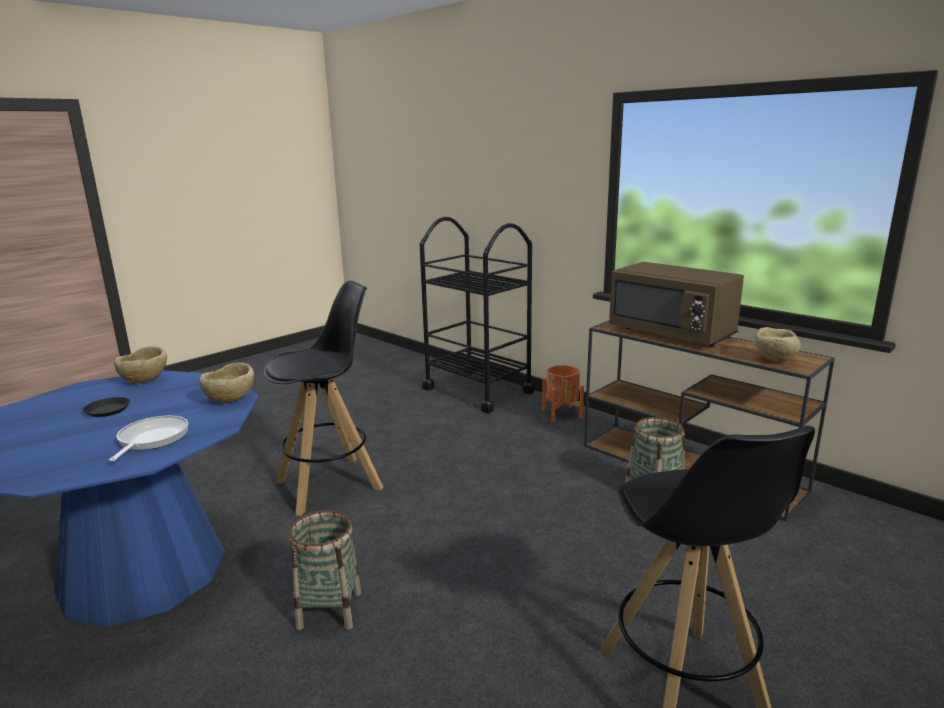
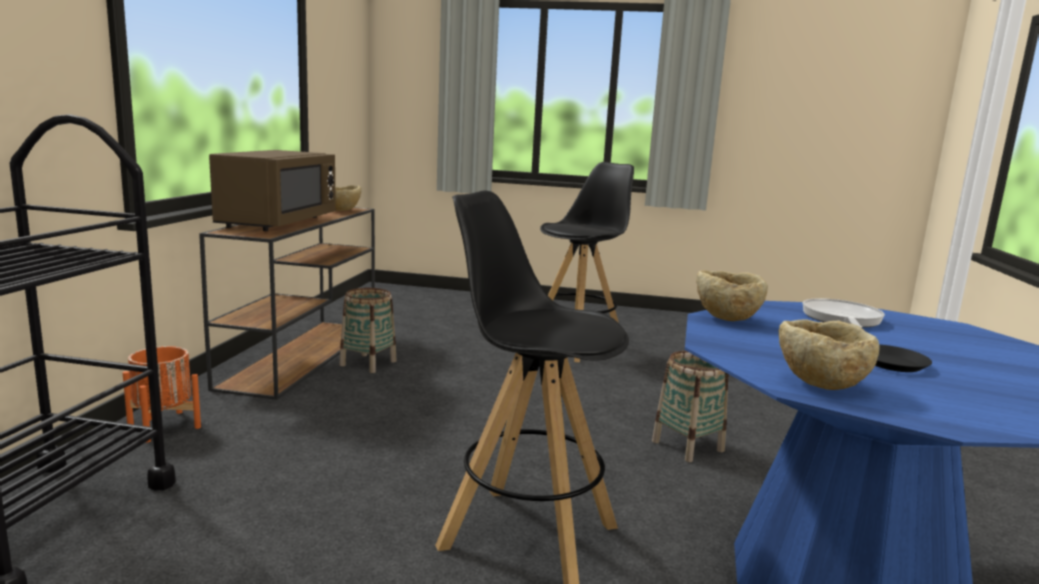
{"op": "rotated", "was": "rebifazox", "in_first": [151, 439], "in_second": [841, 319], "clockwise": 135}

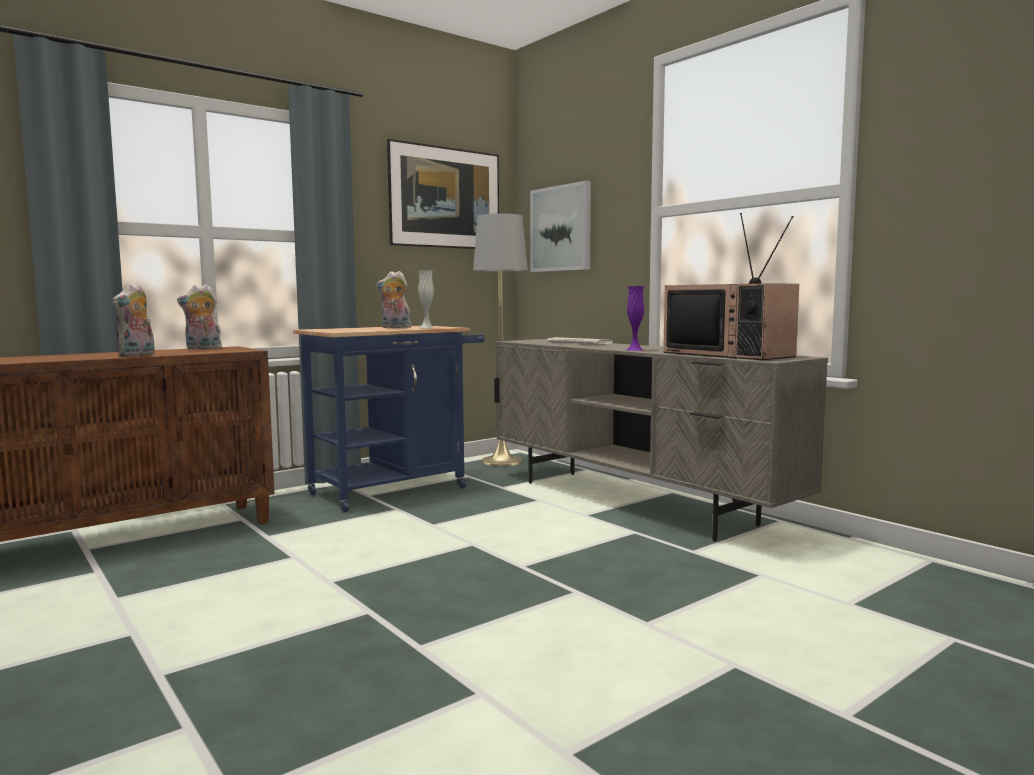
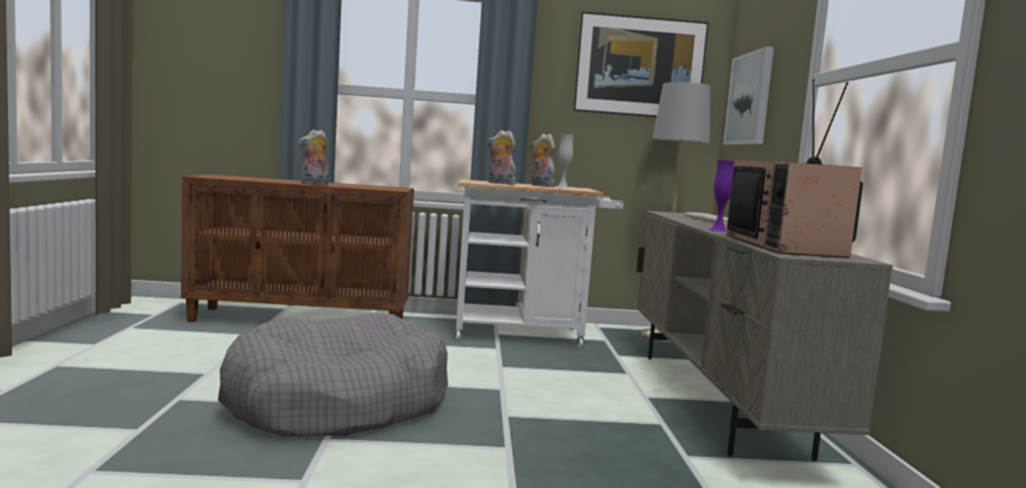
{"op": "new", "now": "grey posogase", "in_second": [337, 403]}
{"op": "repainted", "was": "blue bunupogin", "now": "white bunupogin", "in_first": [396, 489], "in_second": [527, 335]}
{"op": "shifted", "was": "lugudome", "in_first": [202, 348], "in_second": [500, 183]}

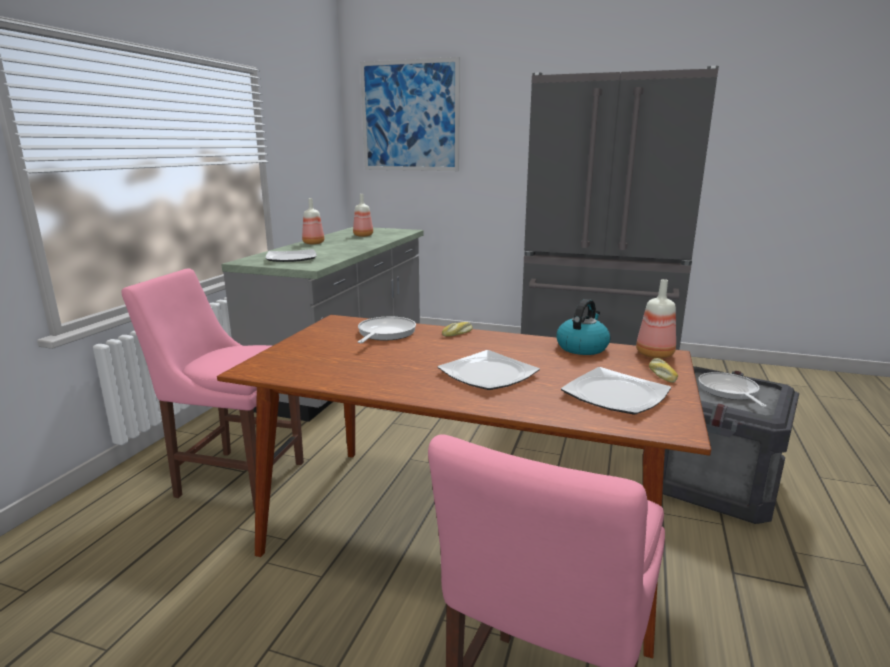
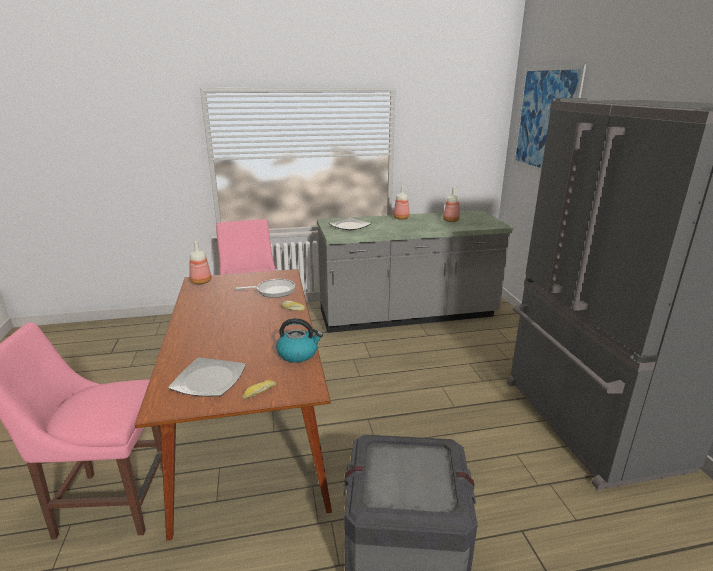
{"op": "shifted", "was": "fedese", "in_first": [655, 355], "in_second": [200, 282]}
{"op": "gone", "was": "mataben", "in_first": [488, 374]}
{"op": "gone", "was": "rebifazox", "in_first": [729, 391]}

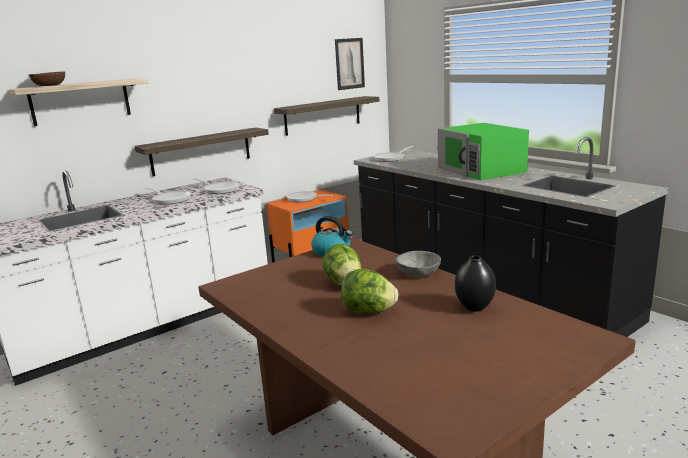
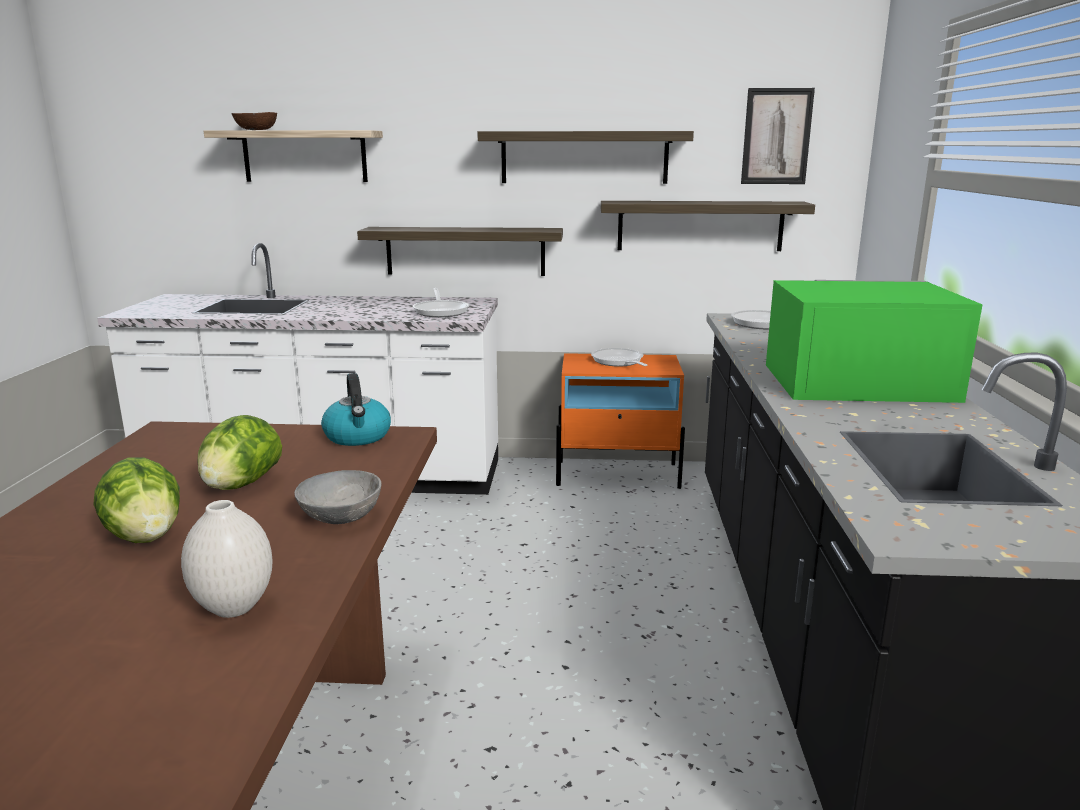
{"op": "repainted", "was": "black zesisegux", "now": "white zesisegux", "in_first": [474, 307], "in_second": [233, 607]}
{"op": "new", "now": "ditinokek", "in_second": [584, 157]}
{"op": "rotated", "was": "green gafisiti", "in_first": [481, 170], "in_second": [855, 382], "clockwise": 75}
{"op": "gone", "was": "rebifazox", "in_first": [170, 199]}

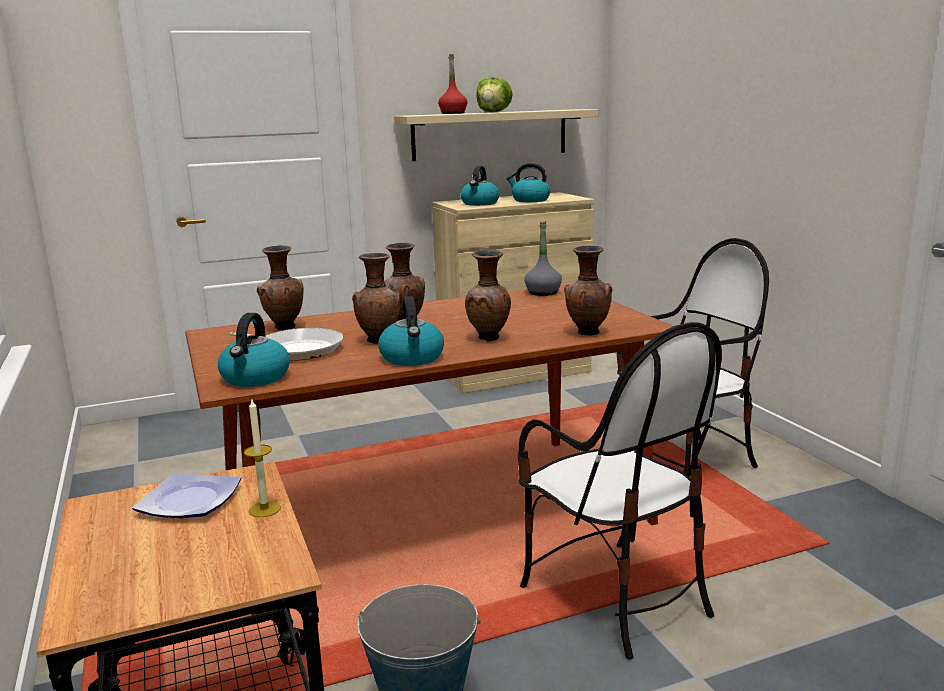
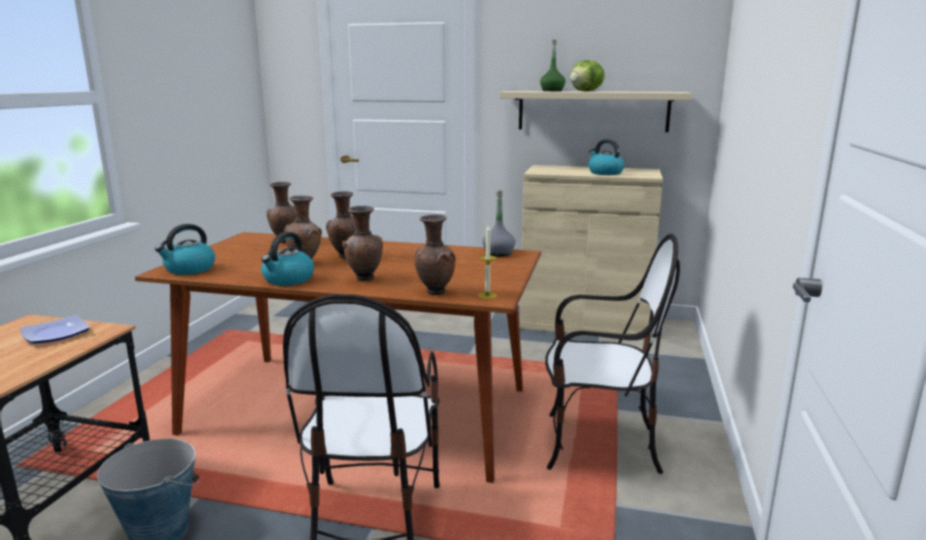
{"op": "shifted", "was": "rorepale", "in_first": [264, 509], "in_second": [487, 296]}
{"op": "repainted", "was": "red fedese", "now": "green fedese", "in_first": [453, 113], "in_second": [552, 91]}
{"op": "gone", "was": "rebifazox", "in_first": [296, 349]}
{"op": "gone", "was": "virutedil", "in_first": [480, 203]}

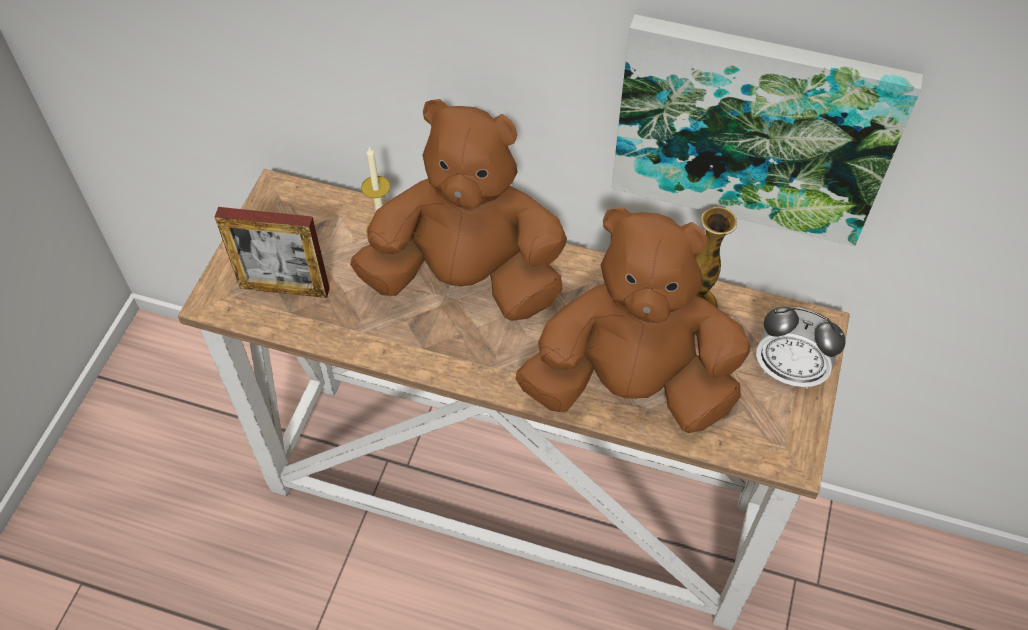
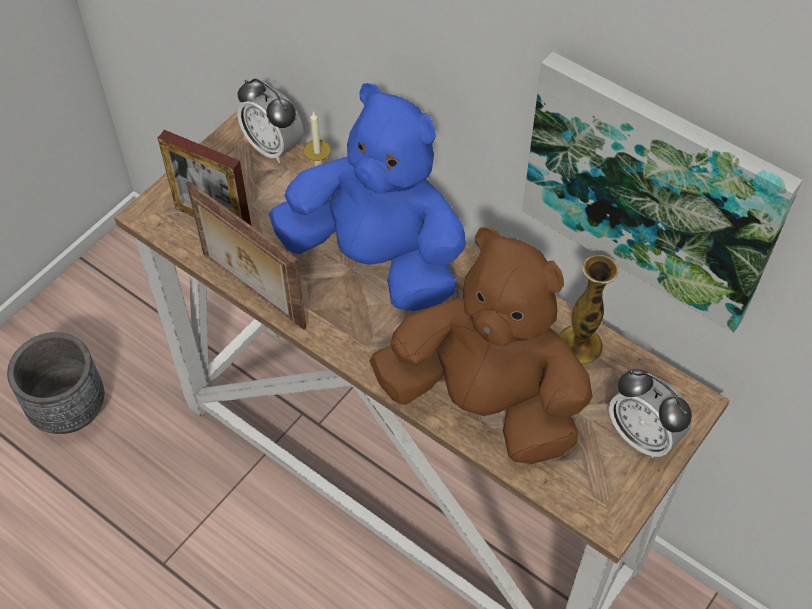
{"op": "new", "now": "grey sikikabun", "in_second": [69, 409]}
{"op": "new", "now": "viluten", "in_second": [251, 292]}
{"op": "new", "now": "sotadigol", "in_second": [273, 147]}
{"op": "repainted", "was": "brown lugudome", "now": "blue lugudome", "in_first": [467, 279], "in_second": [377, 259]}

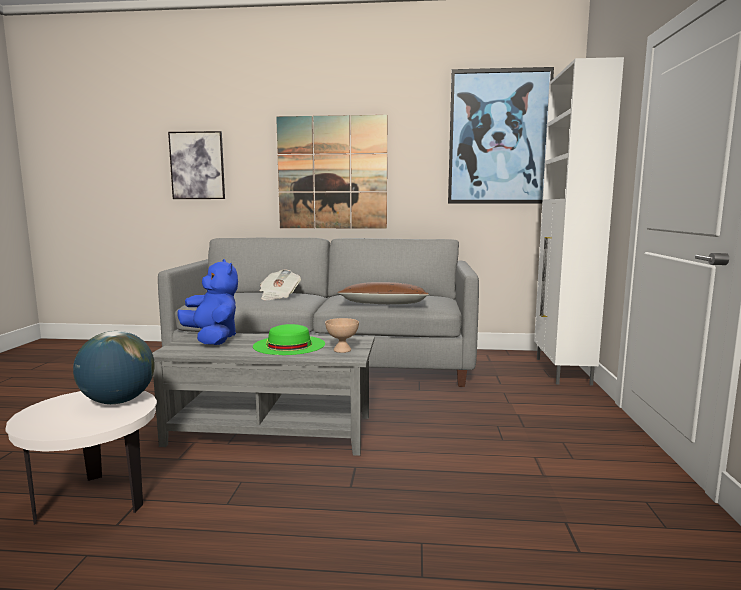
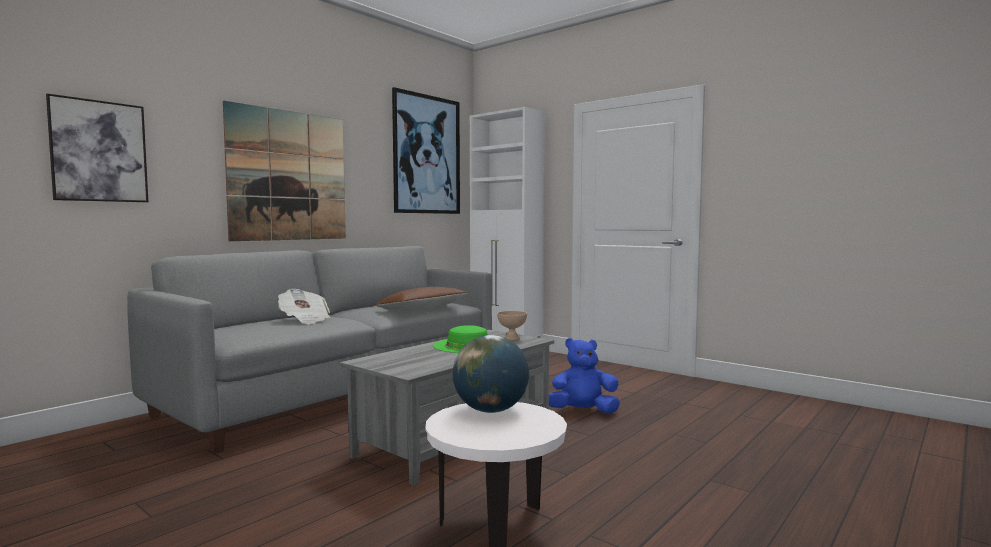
{"op": "shifted", "was": "blue lugudome", "in_first": [212, 339], "in_second": [583, 411]}

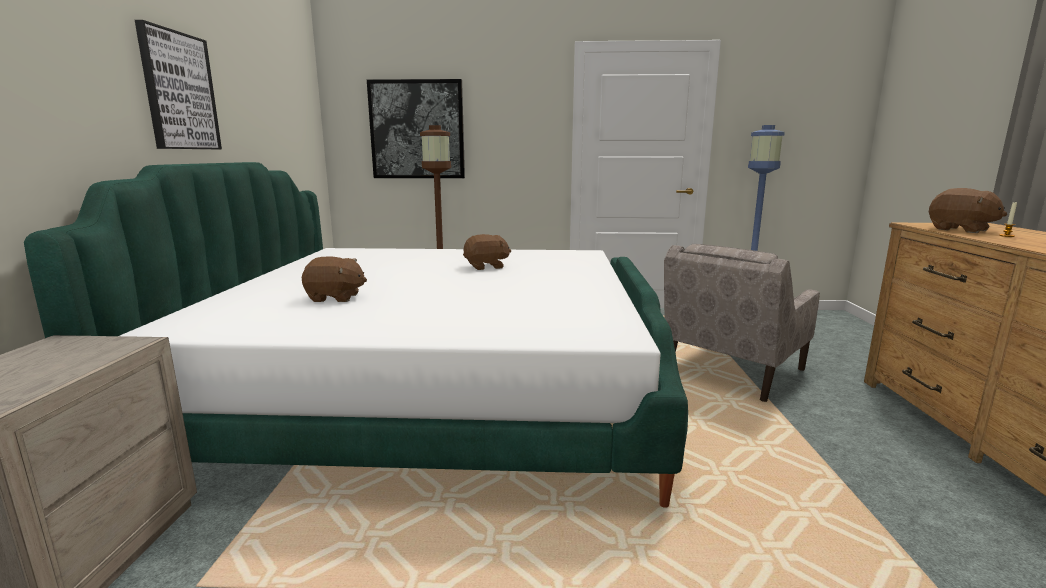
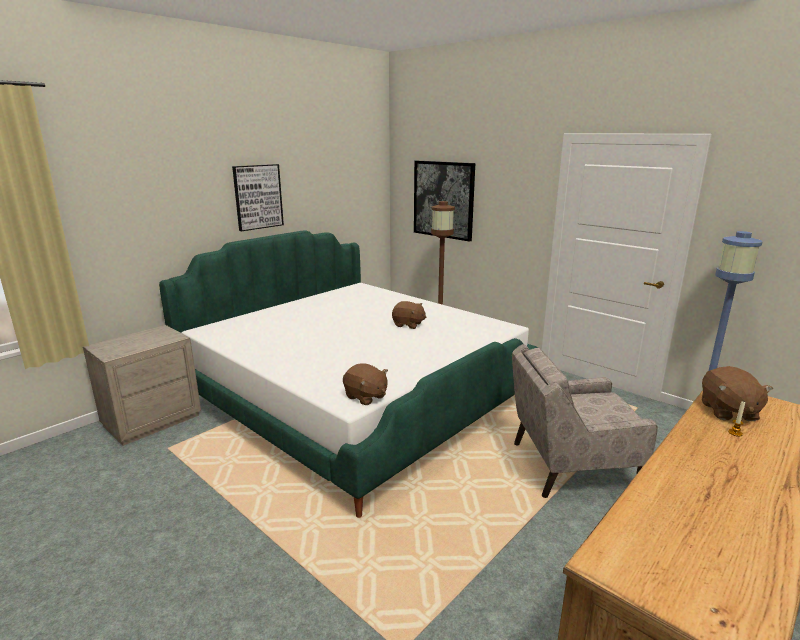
{"op": "shifted", "was": "brown lugudome", "in_first": [335, 298], "in_second": [365, 397]}

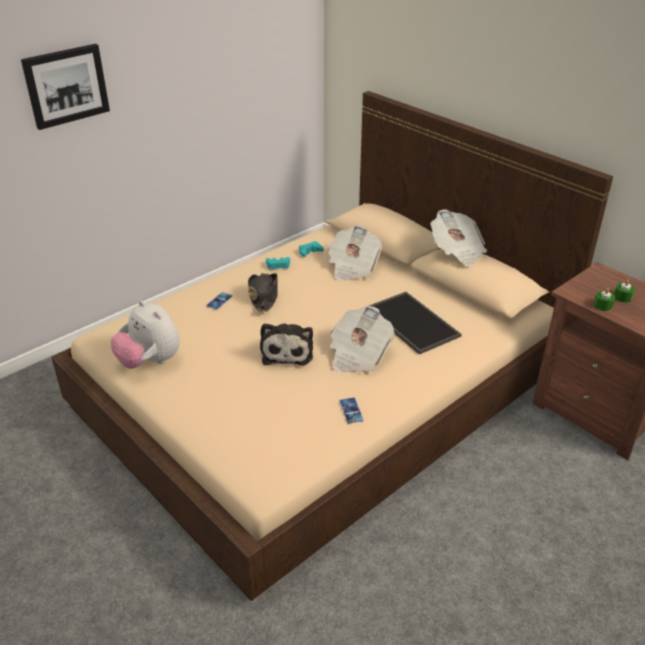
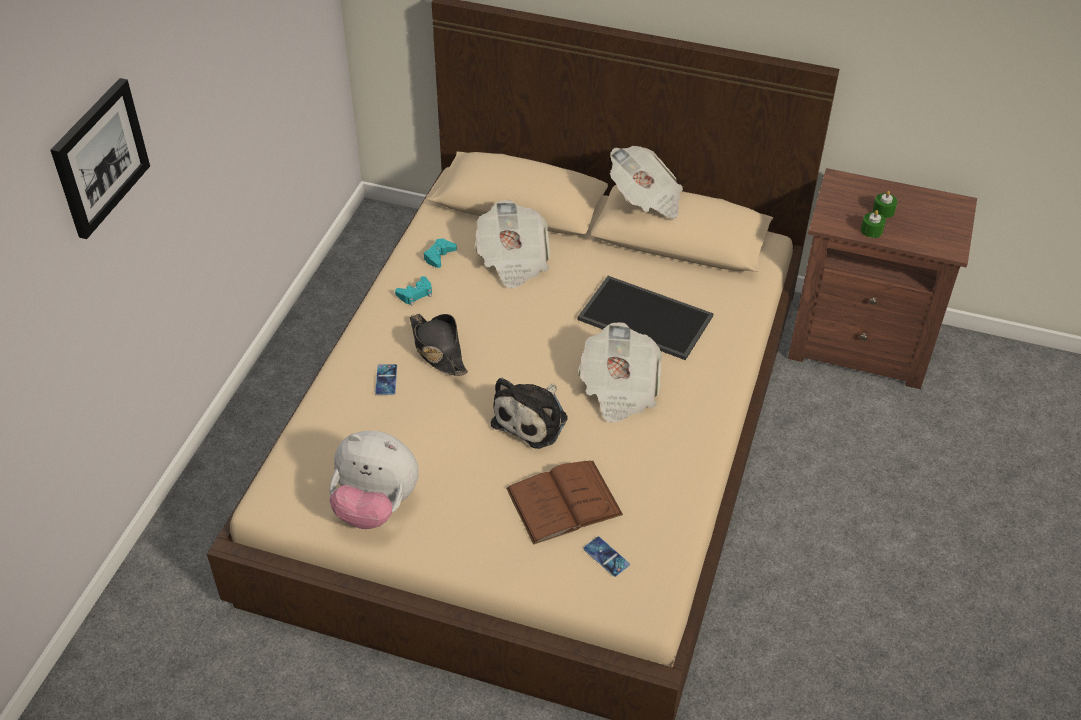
{"op": "rotated", "was": "lugudome", "in_first": [287, 351], "in_second": [533, 419], "clockwise": 60}
{"op": "new", "now": "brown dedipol", "in_second": [564, 501]}
{"op": "shifted", "was": "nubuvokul", "in_first": [351, 410], "in_second": [606, 556]}

